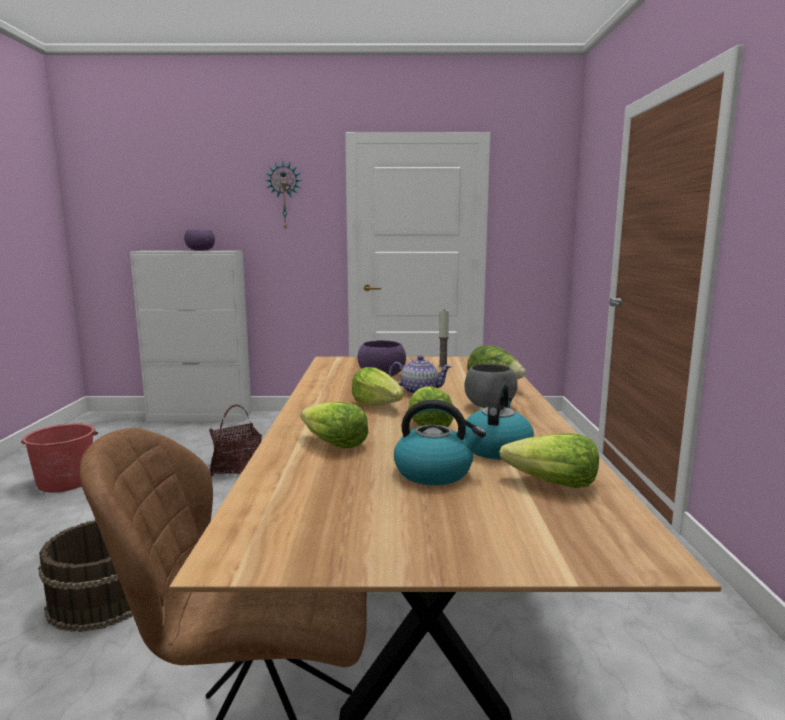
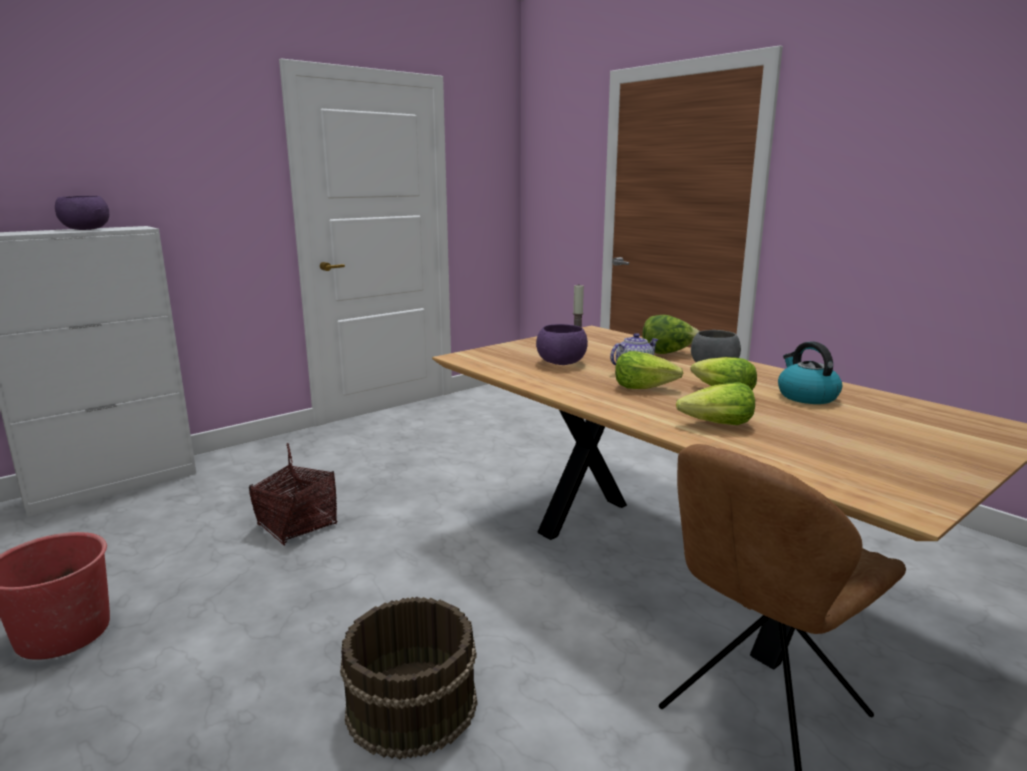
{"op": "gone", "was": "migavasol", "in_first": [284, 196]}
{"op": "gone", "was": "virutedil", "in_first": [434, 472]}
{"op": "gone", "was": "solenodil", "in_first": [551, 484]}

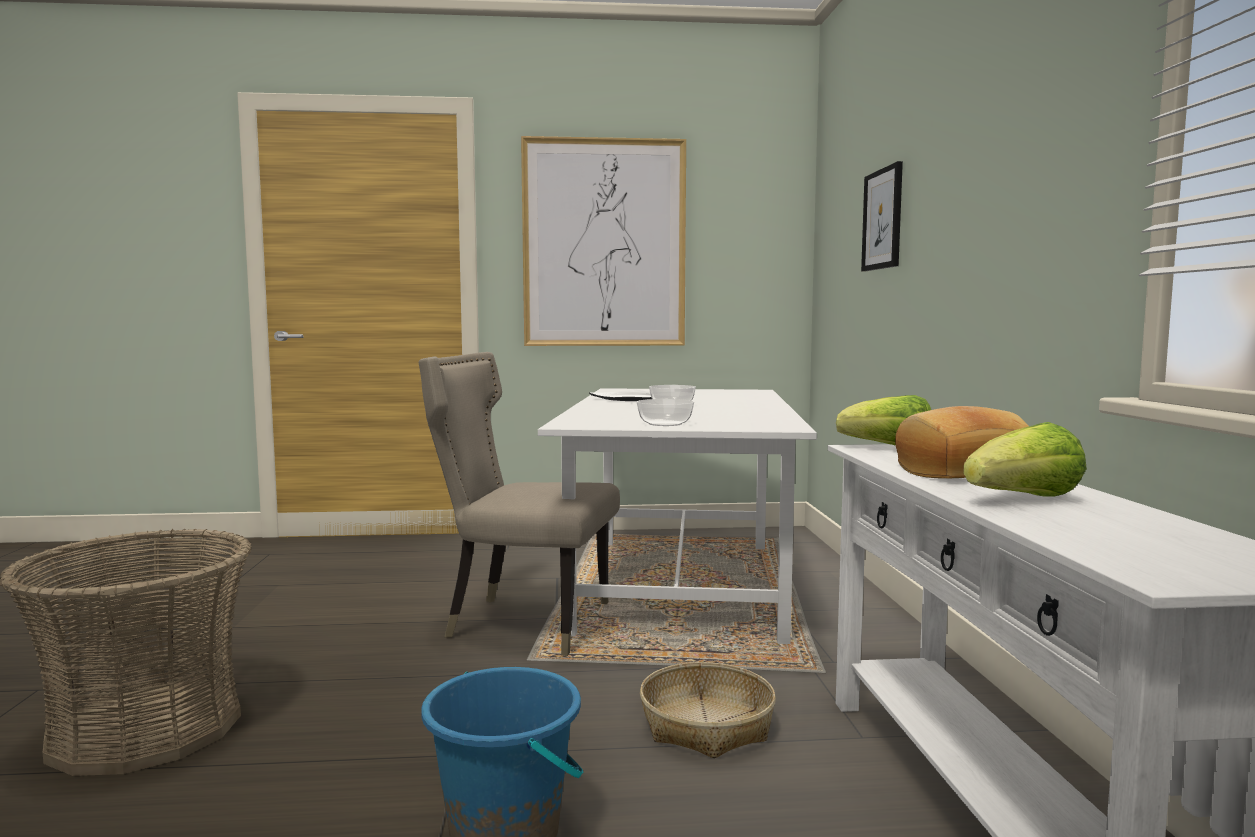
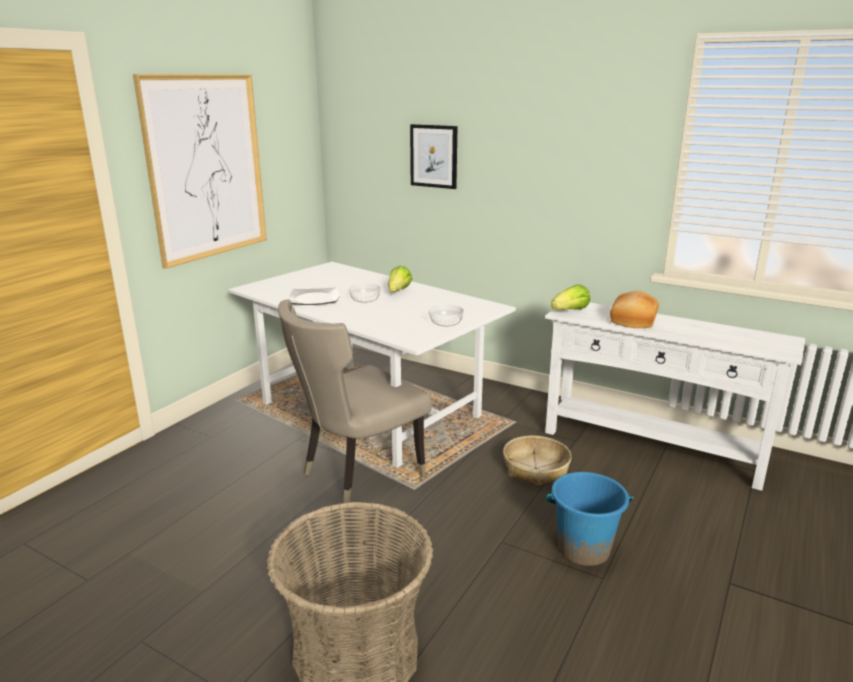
{"op": "shifted", "was": "solenodil", "in_first": [1024, 499], "in_second": [398, 291]}

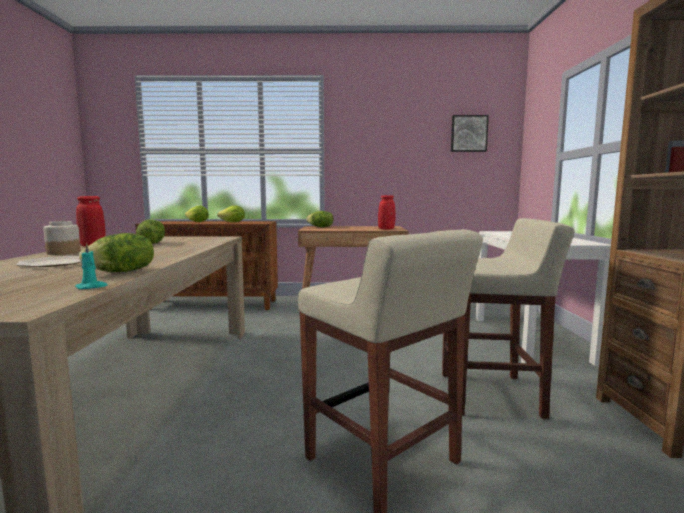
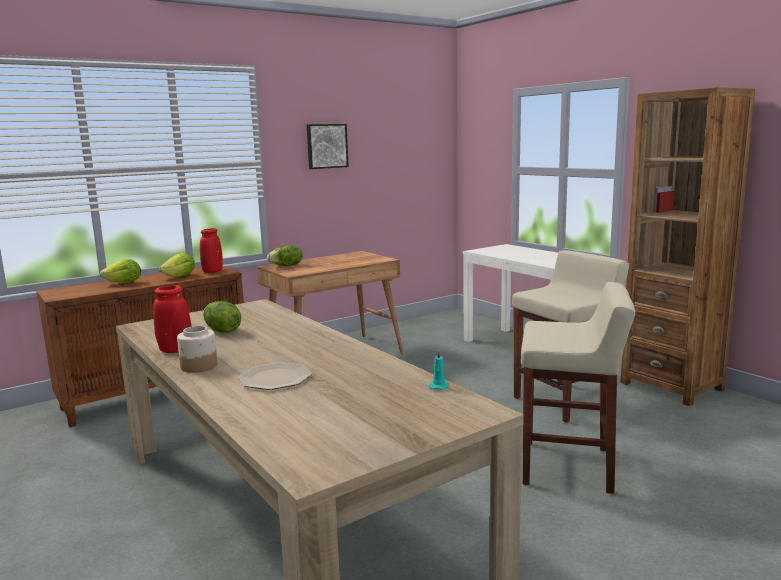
{"op": "shifted", "was": "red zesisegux", "in_first": [386, 229], "in_second": [212, 271]}
{"op": "shifted", "was": "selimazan", "in_first": [468, 133], "in_second": [326, 146]}
{"op": "gone", "was": "solenodil", "in_first": [122, 272]}

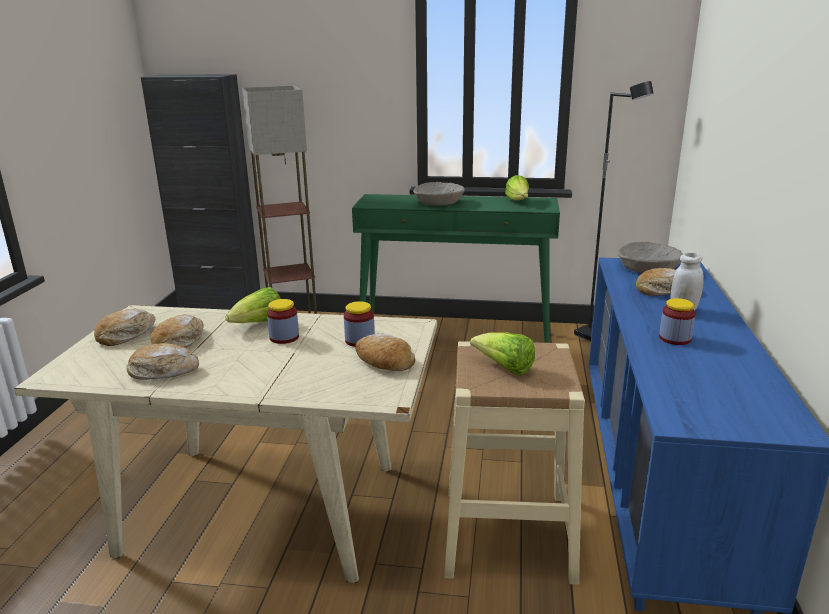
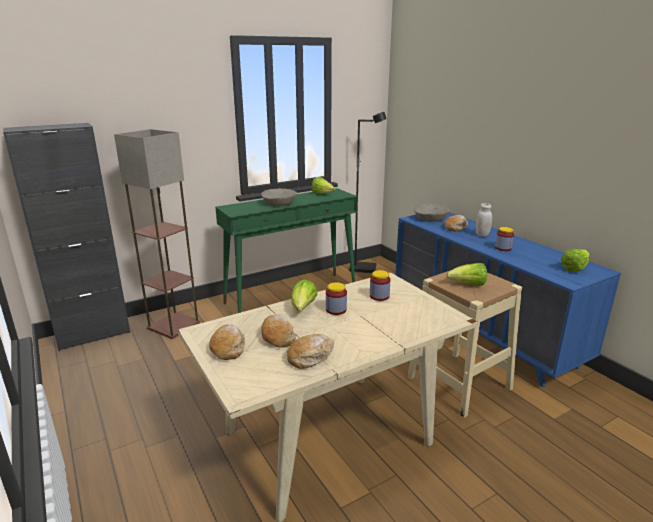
{"op": "new", "now": "solenodil", "in_second": [574, 268]}
{"op": "gone", "was": "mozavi", "in_first": [384, 362]}

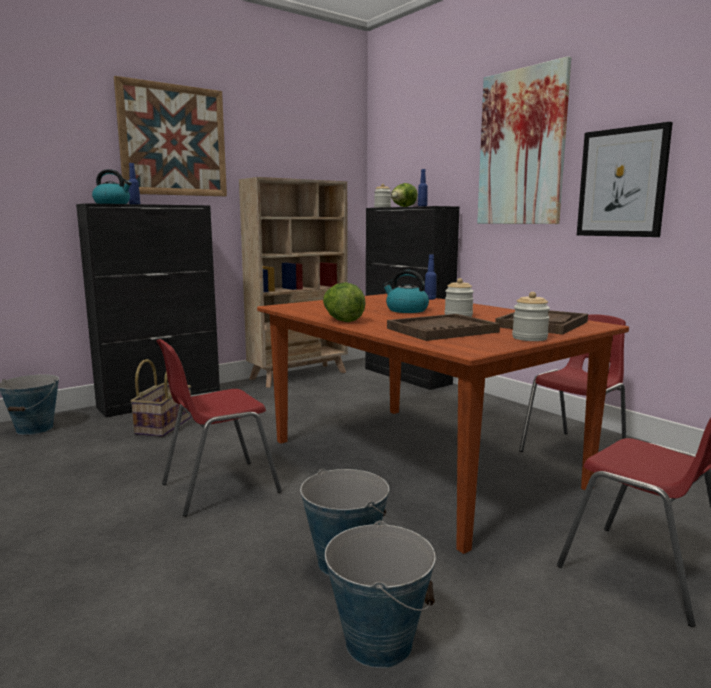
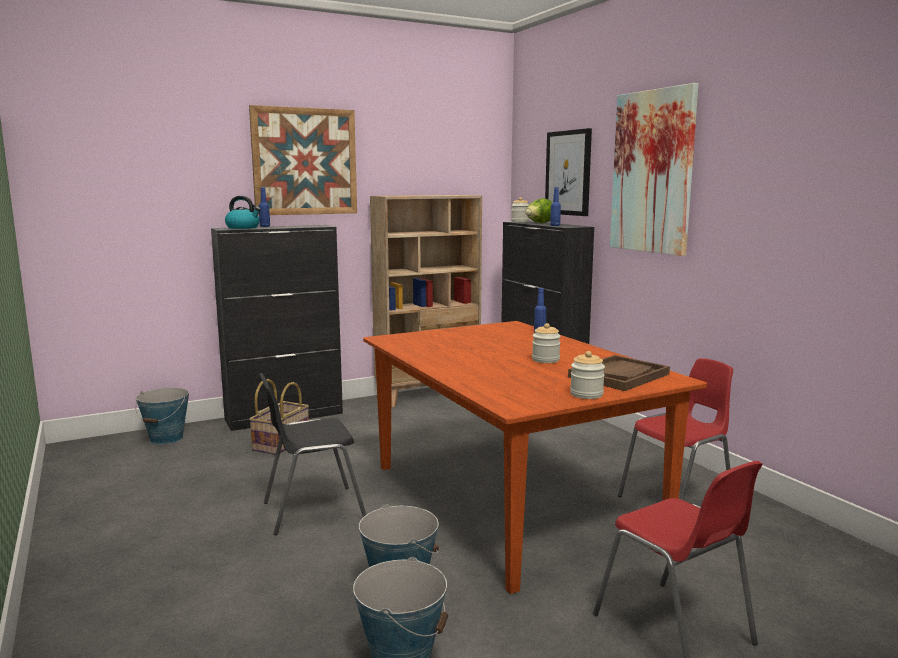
{"op": "repainted", "was": "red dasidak", "now": "black dasidak", "in_first": [218, 488], "in_second": [312, 510]}
{"op": "shifted", "was": "selimazan", "in_first": [622, 183], "in_second": [568, 173]}
{"op": "gone", "was": "solenodil", "in_first": [342, 320]}
{"op": "gone", "was": "virutedil", "in_first": [406, 310]}
{"op": "gone", "was": "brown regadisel", "in_first": [442, 330]}

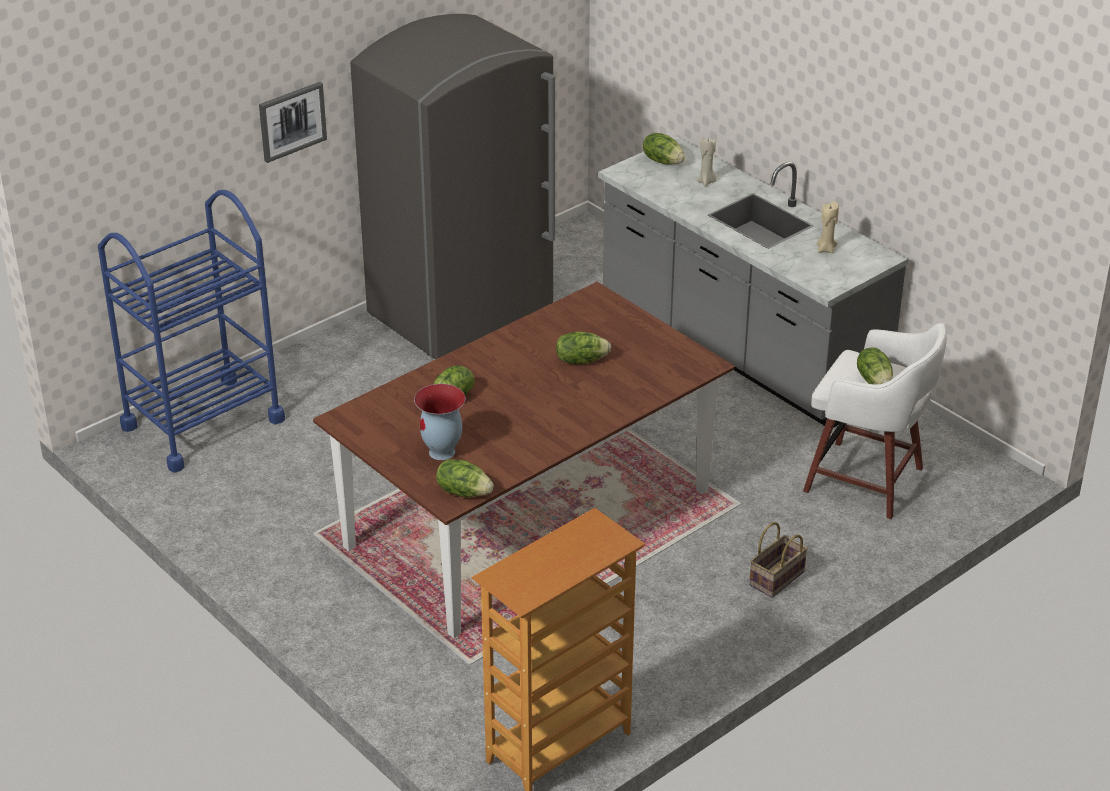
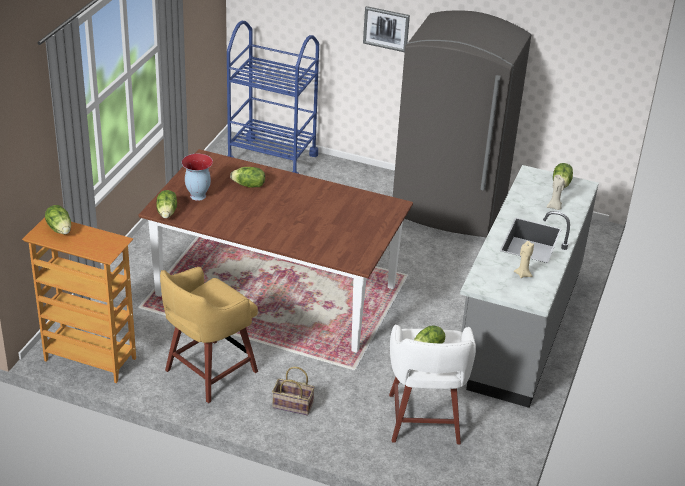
{"op": "shifted", "was": "solenodil", "in_first": [581, 360], "in_second": [60, 229]}
{"op": "new", "now": "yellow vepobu", "in_second": [208, 372]}

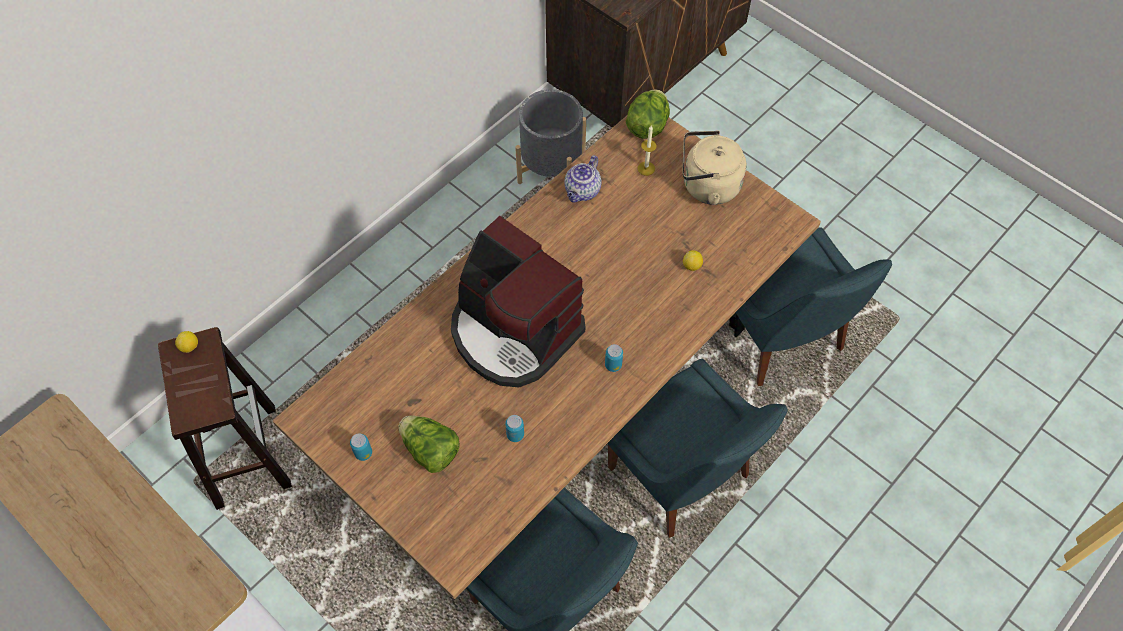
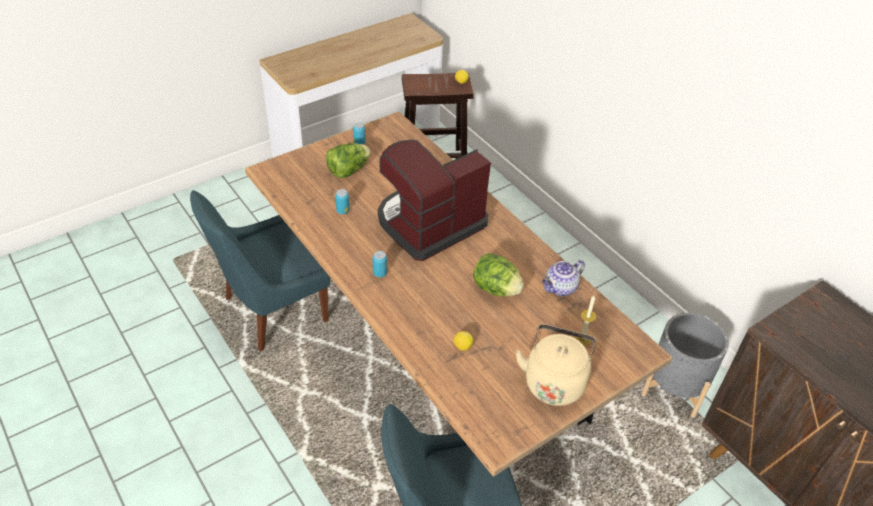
{"op": "shifted", "was": "solenodil", "in_first": [647, 126], "in_second": [496, 288]}
{"op": "rotated", "was": "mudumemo", "in_first": [582, 191], "in_second": [560, 288], "clockwise": -75}
{"op": "gone", "was": "blue dasidak", "in_first": [682, 476]}

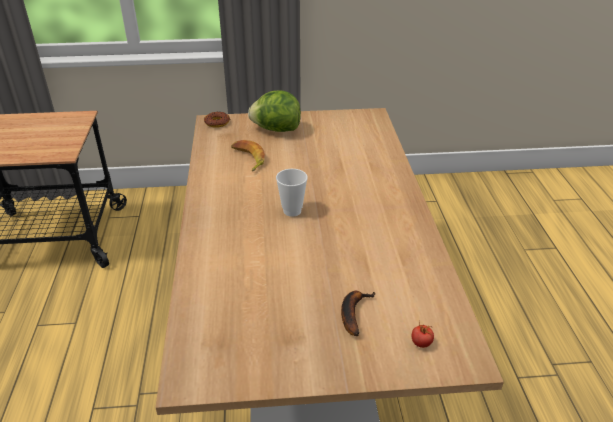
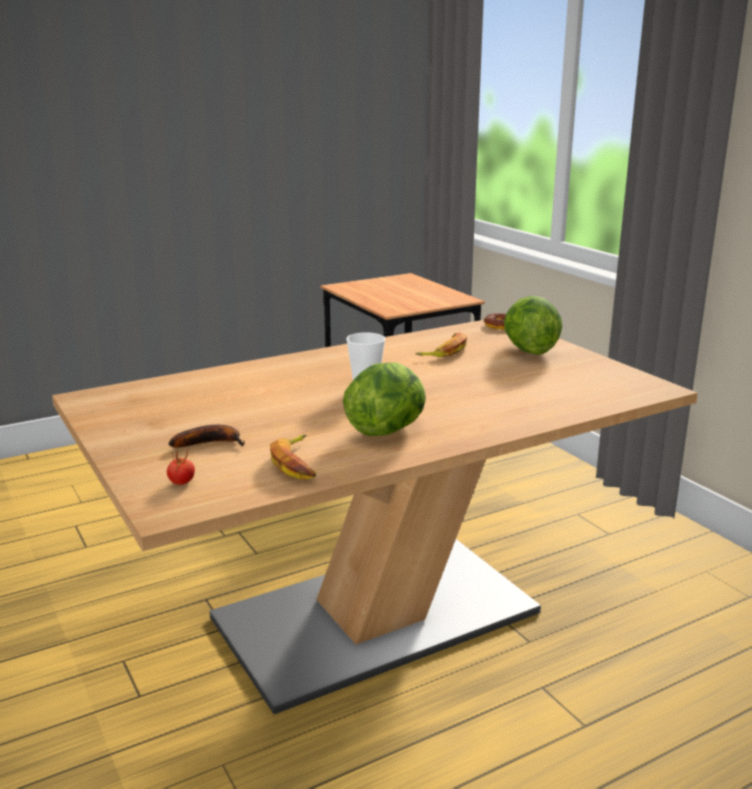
{"op": "new", "now": "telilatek", "in_second": [297, 463]}
{"op": "new", "now": "solenodil", "in_second": [387, 430]}

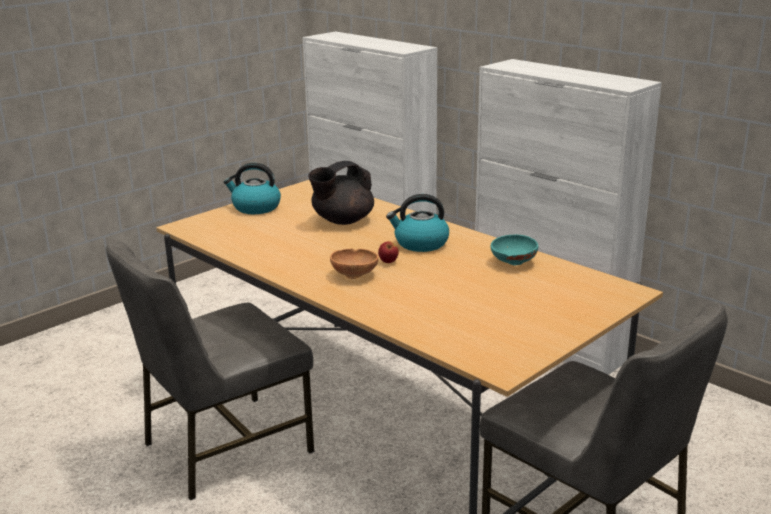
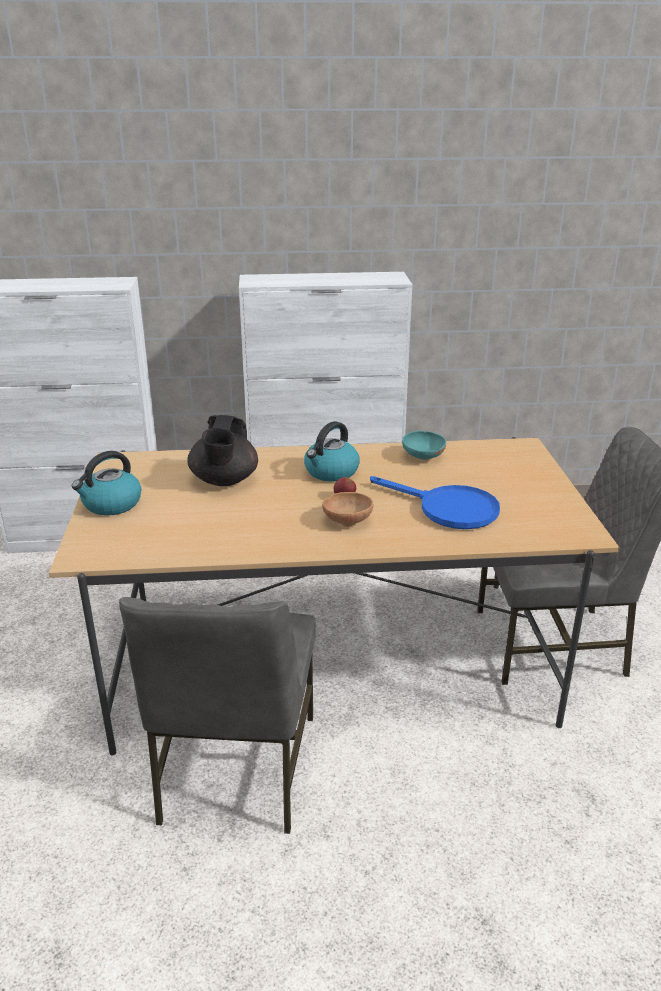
{"op": "new", "now": "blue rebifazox", "in_second": [448, 509]}

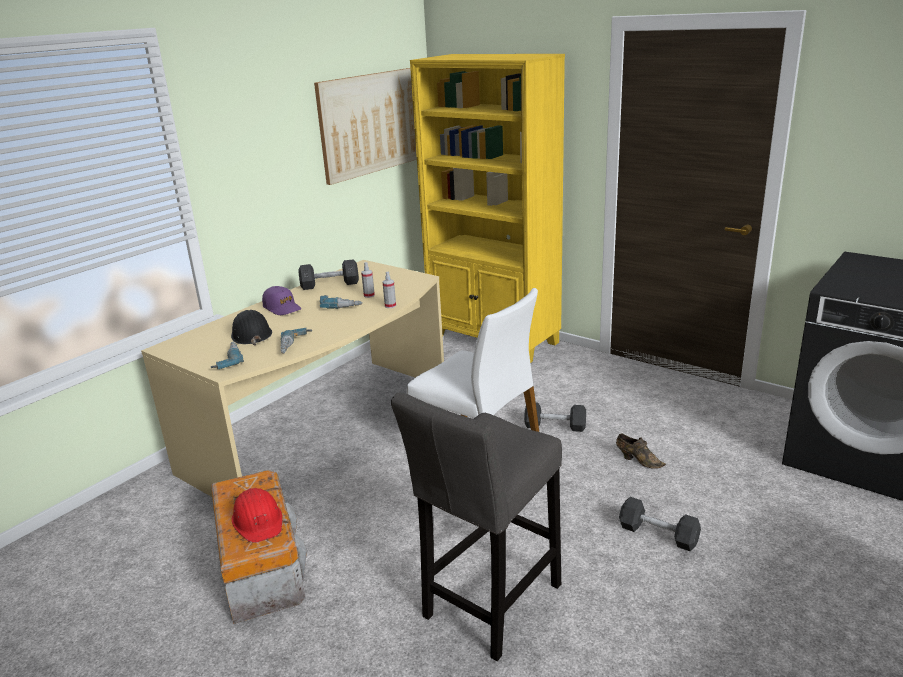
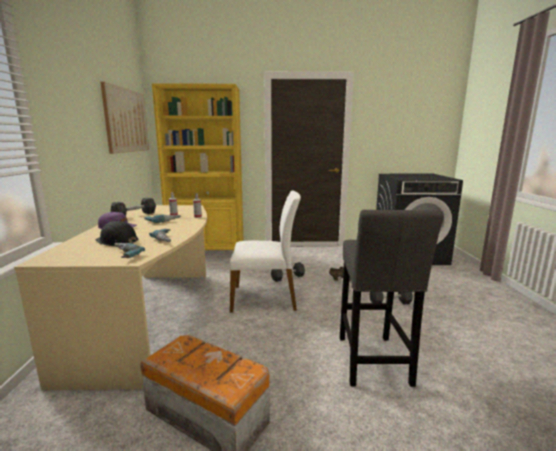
{"op": "gone", "was": "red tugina", "in_first": [258, 521]}

